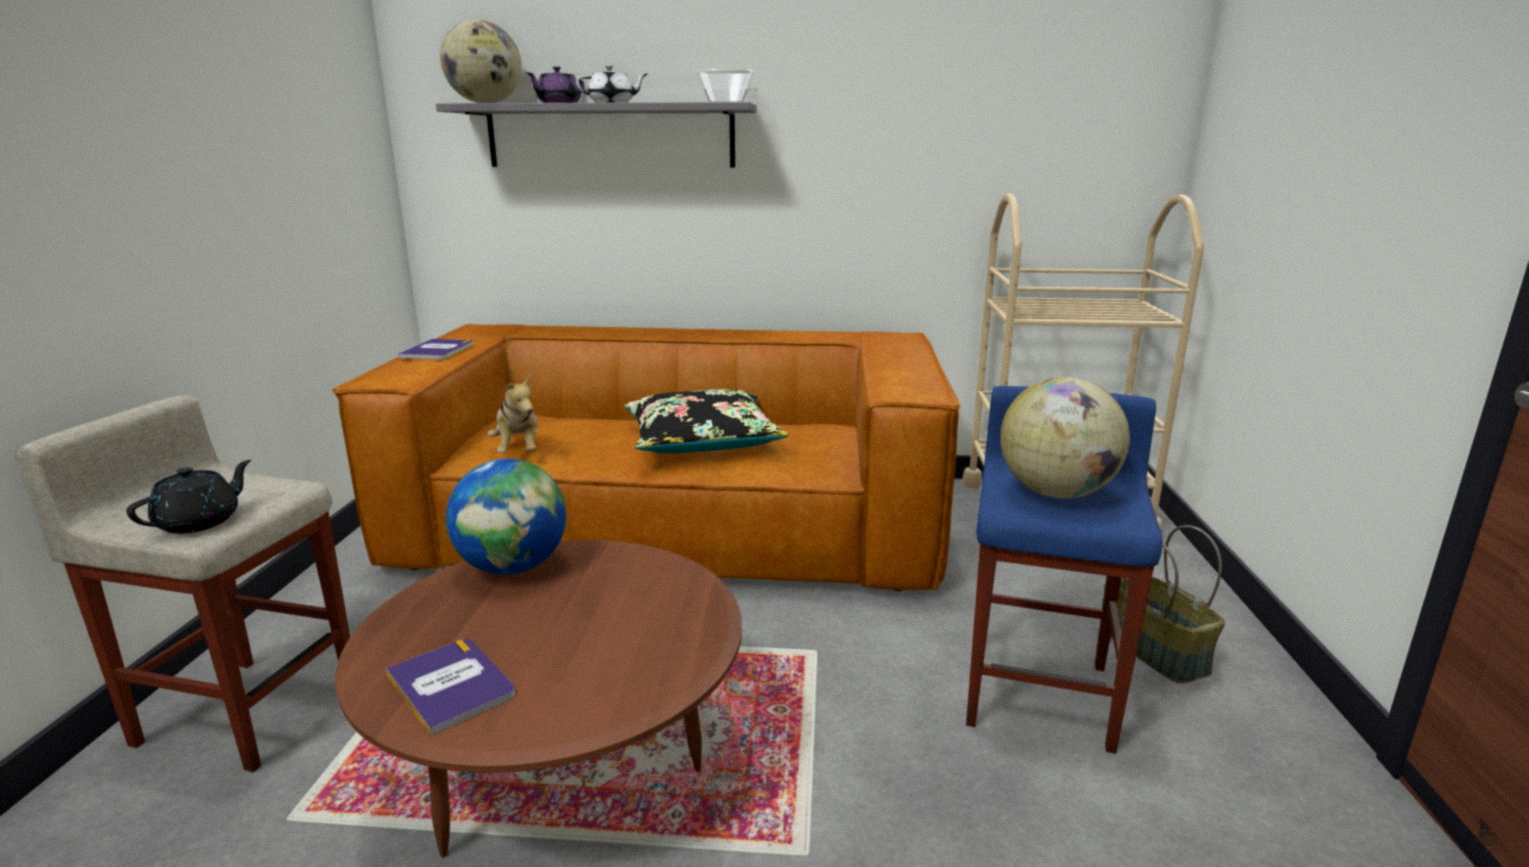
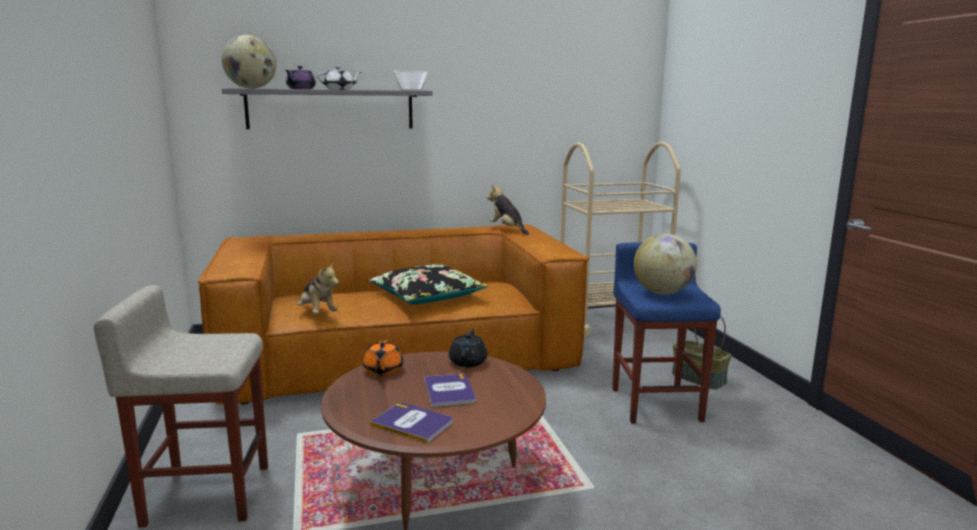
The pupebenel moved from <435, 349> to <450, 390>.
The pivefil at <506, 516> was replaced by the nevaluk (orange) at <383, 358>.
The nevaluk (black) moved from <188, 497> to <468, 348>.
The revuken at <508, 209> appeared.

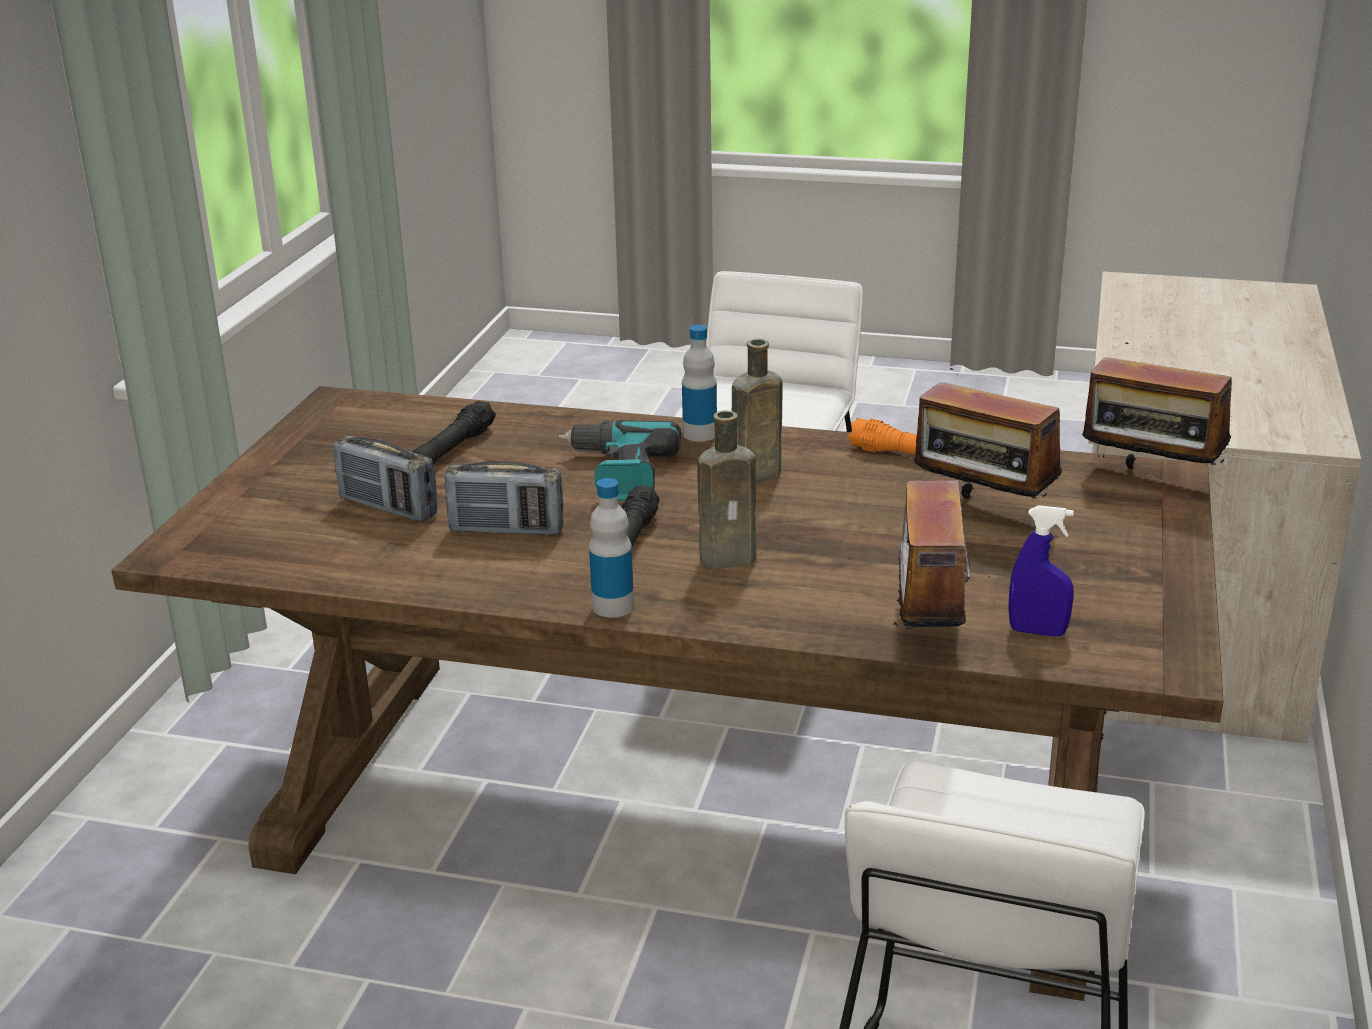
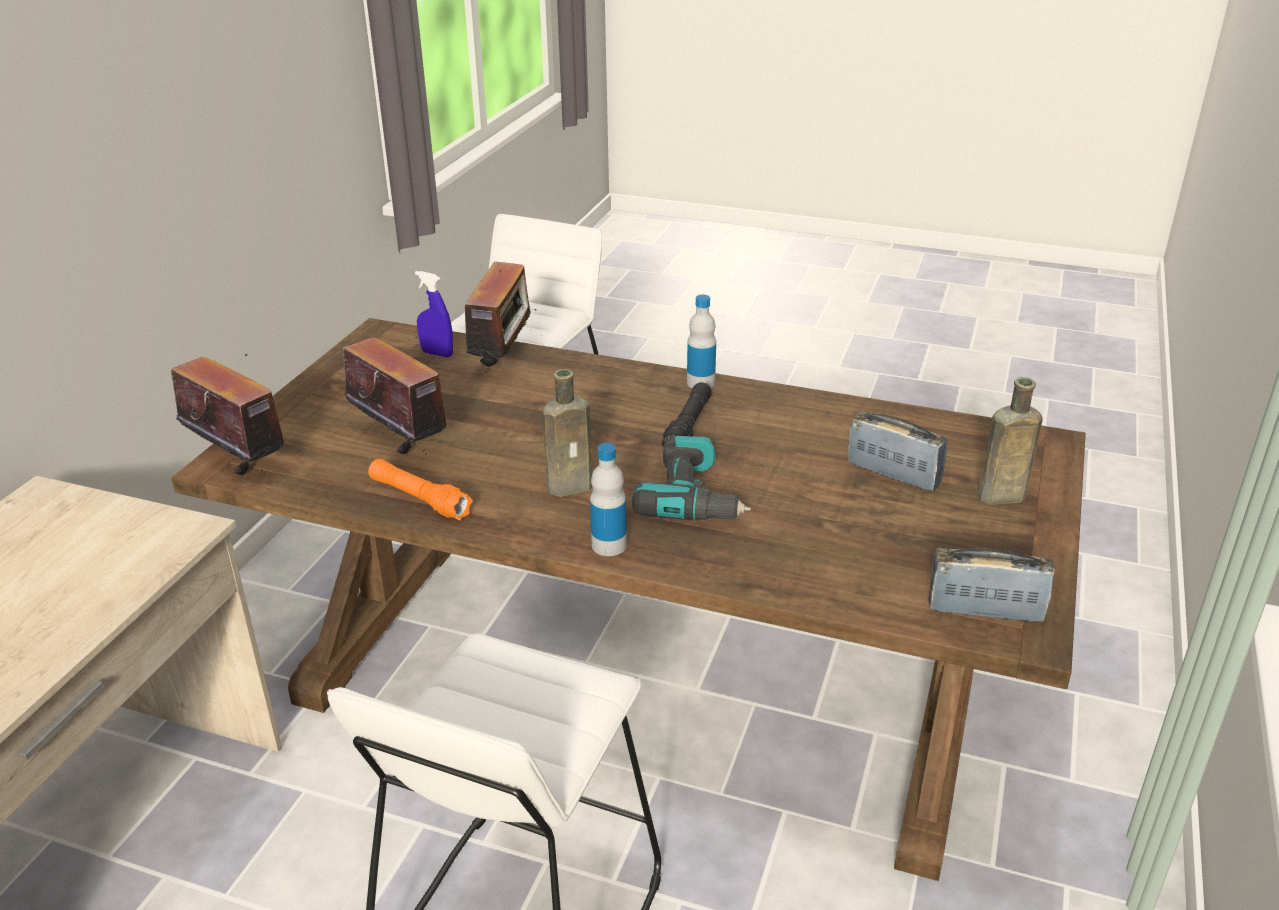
The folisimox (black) at <453, 432> disappeared.
The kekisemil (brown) moved from <727, 490> to <1010, 441>.
The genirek moved from <504, 498> to <992, 584>.

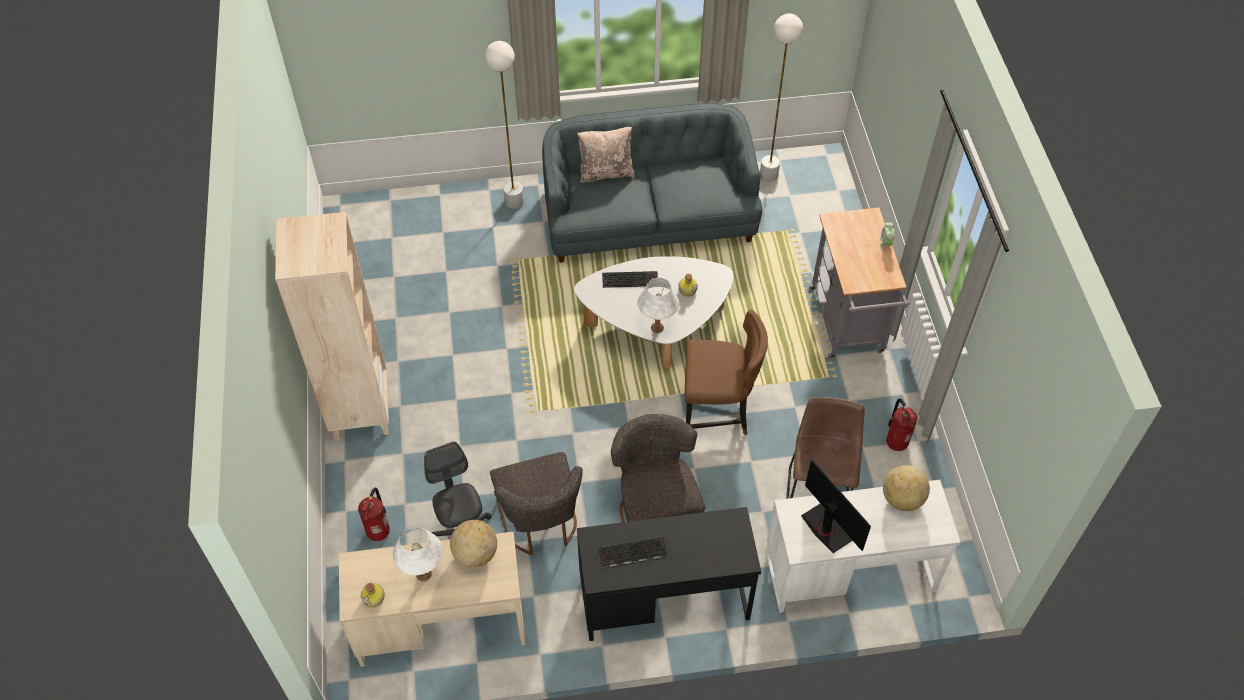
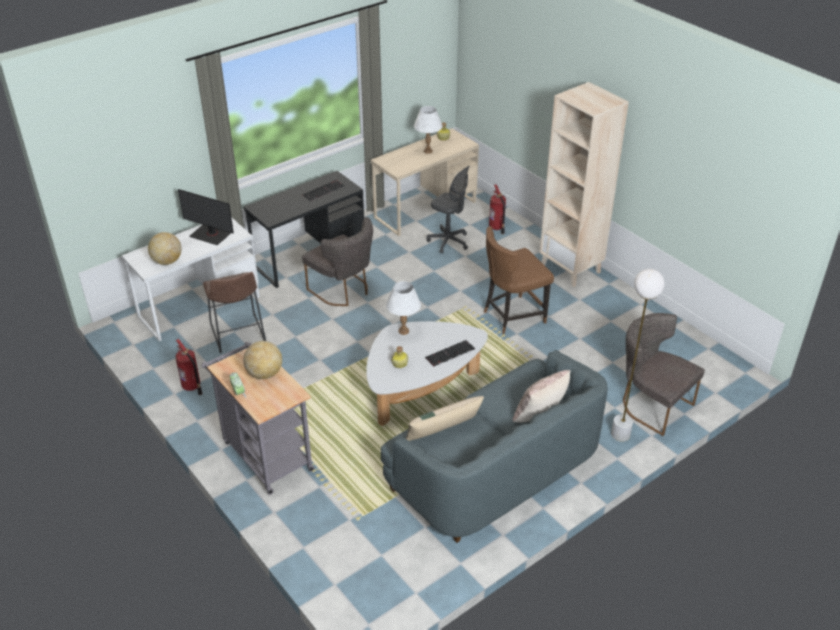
The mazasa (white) at <781, 97> disappeared.
The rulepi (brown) moved from <726, 372> to <519, 280>.
The rulepi (grey) moved from <536, 504> to <664, 374>.
The pivefil moved from <473, 543> to <262, 360>.
The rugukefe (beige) at <444, 418> appeared.

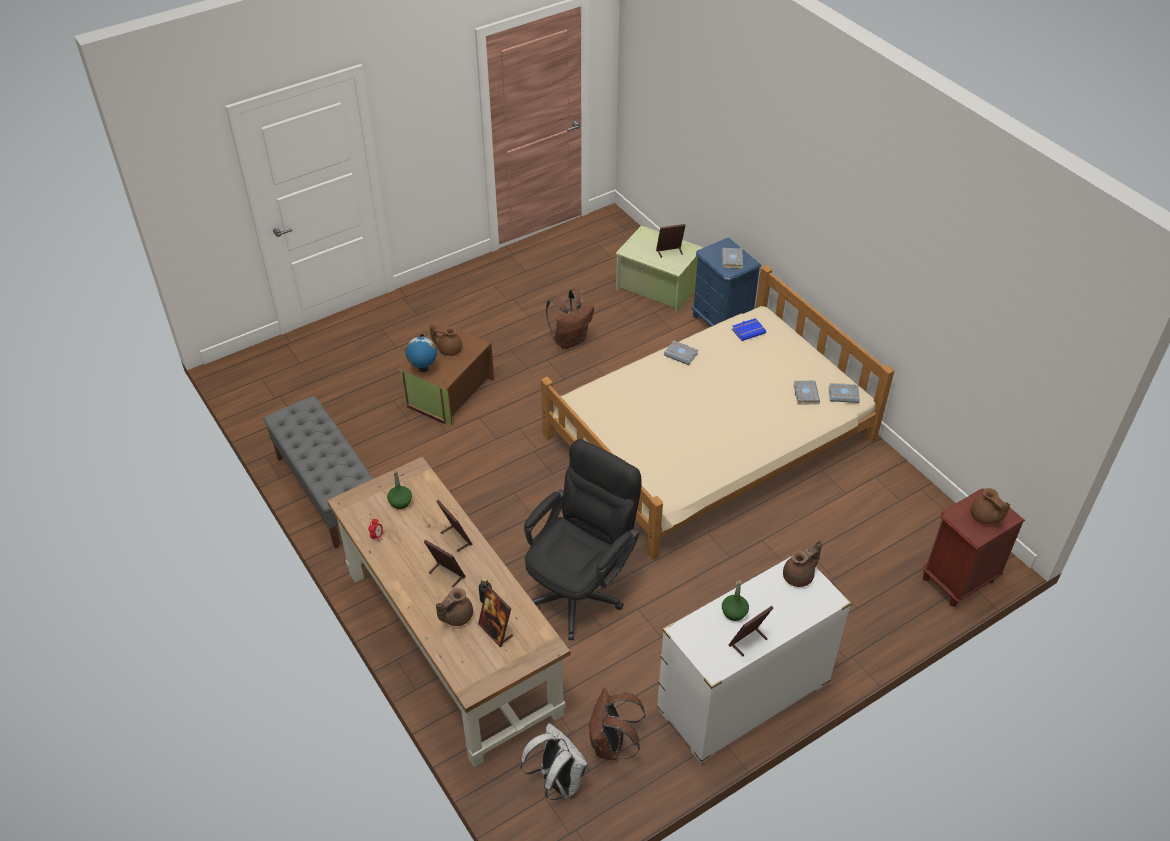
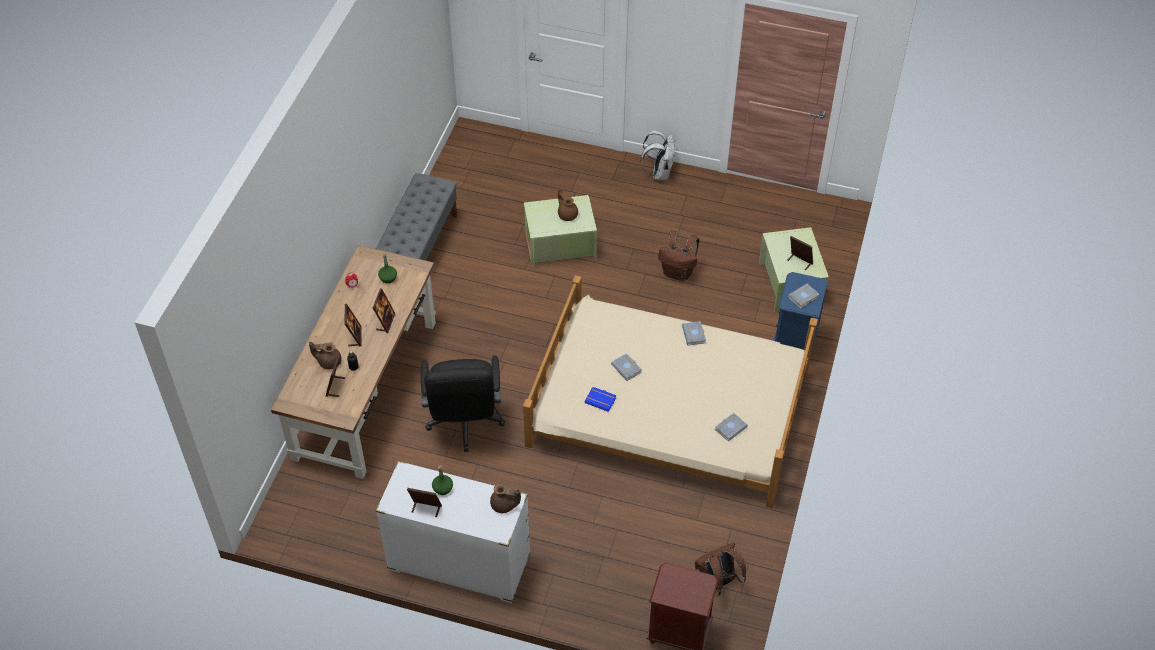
The pupebenel (blue) moved from <749, 329> to <600, 399>.
The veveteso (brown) at <446, 375> became the veveteso (green) at <560, 231>.
The pivefil at <421, 353> disappeared.
The pupebenel (grey) moved from <844, 393> to <626, 367>.
The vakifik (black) at <583, 539> turned 90 degrees clockwise.
The nevaluk (brown) at <990, 506> disappeared.
The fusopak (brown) moved from <617, 724> to <720, 569>.
The fusopak (white) moved from <555, 761> to <657, 156>.

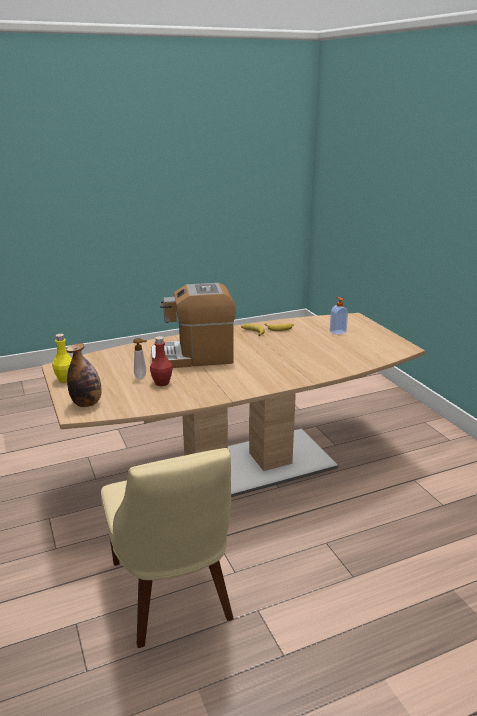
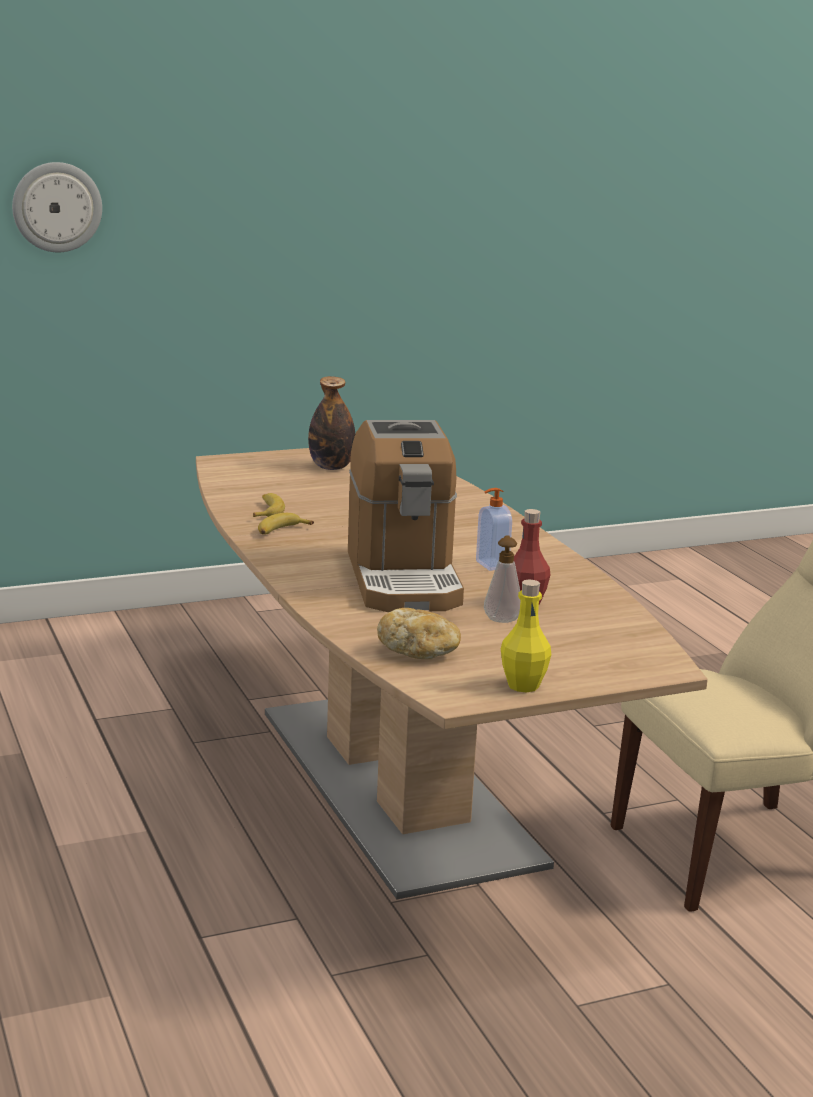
The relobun moved from <338, 316> to <494, 529>.
The kekisemil moved from <83, 375> to <331, 423>.
The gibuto at <57, 207> appeared.
The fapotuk at <419, 633> appeared.

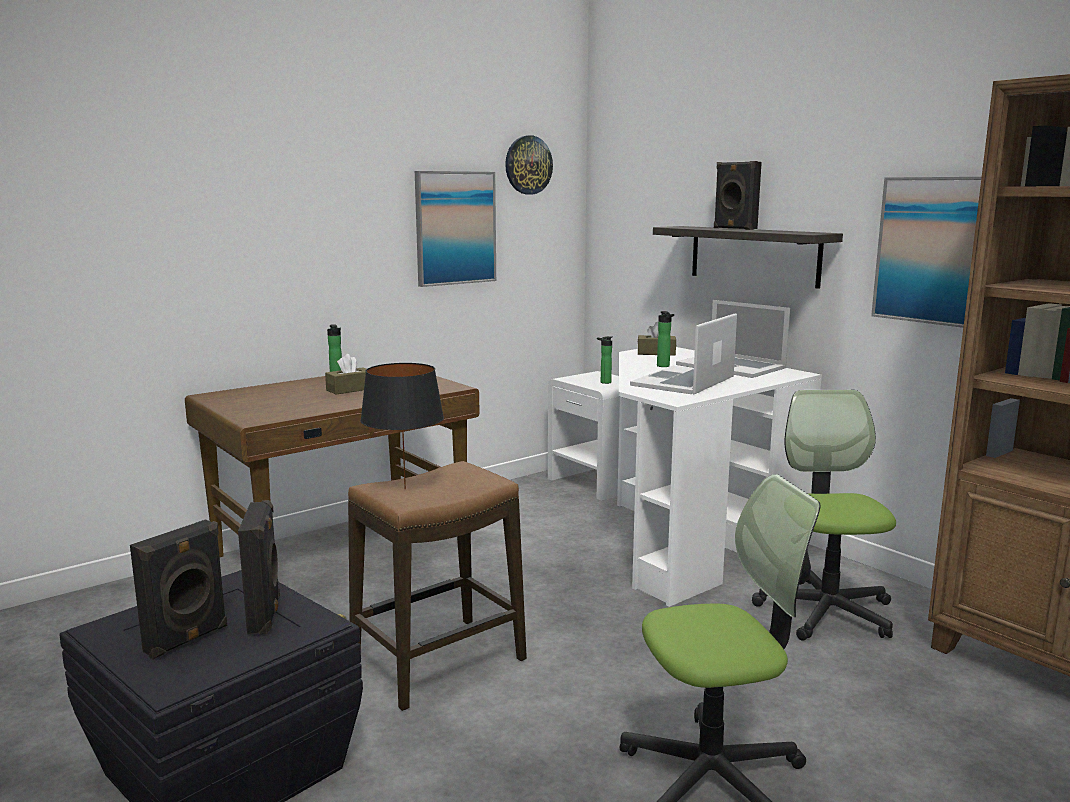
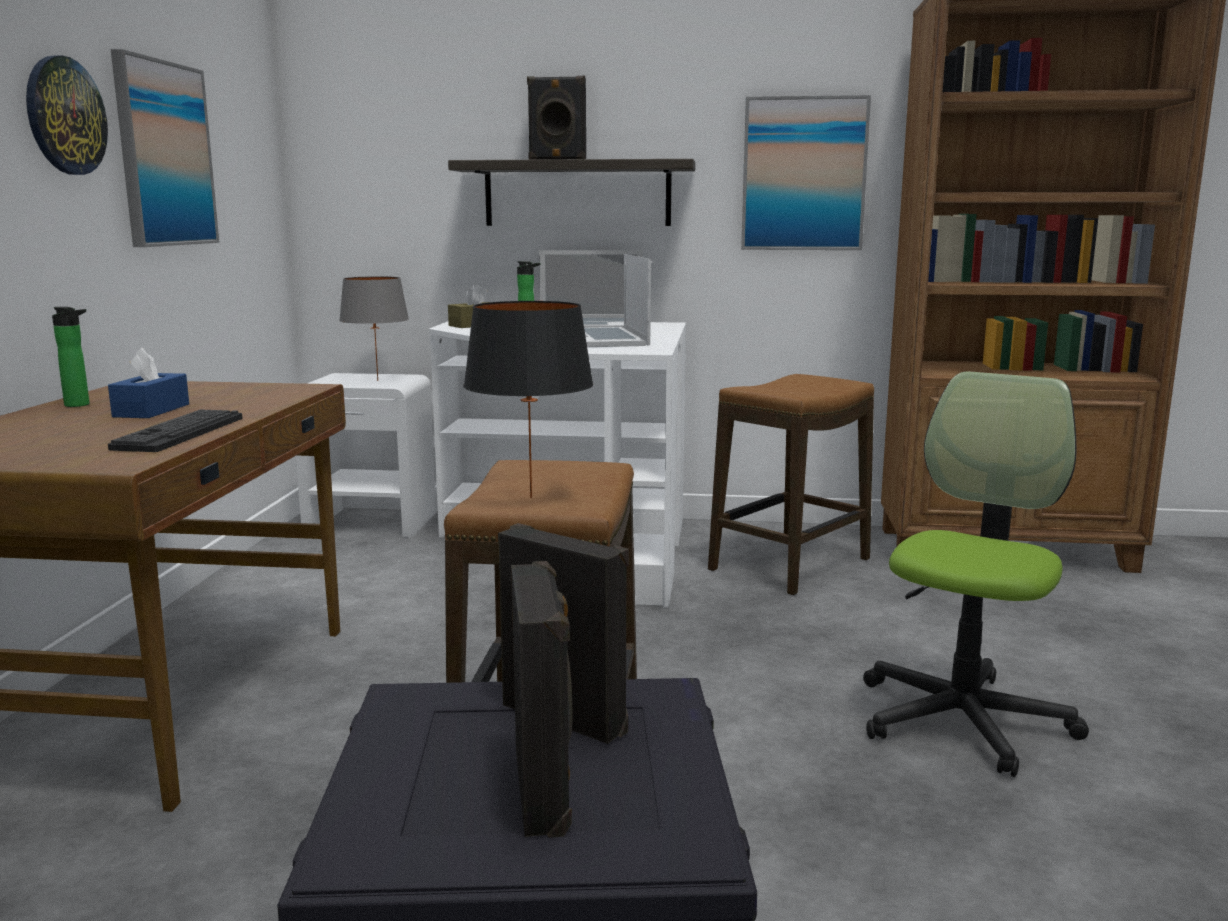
The gibuto moved from <529, 165> to <67, 115>.
The kekisemil at <604, 360> was replaced by the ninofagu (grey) at <374, 328>.
The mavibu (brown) at <345, 374> became the mavibu (blue) at <148, 383>.
The vakifik at <824, 515> was replaced by the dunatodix at <791, 485>.
The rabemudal at <175, 431> appeared.

